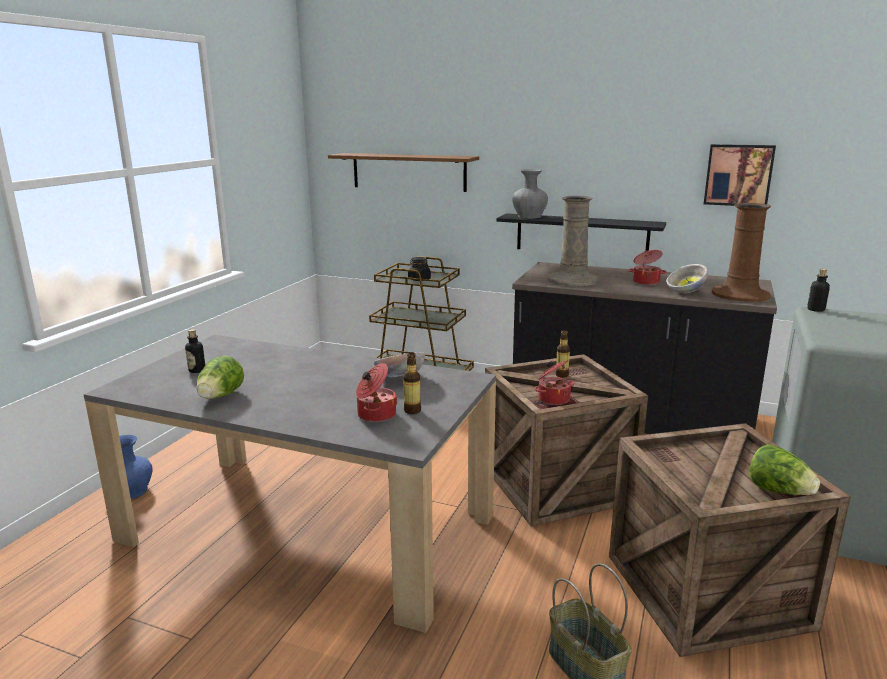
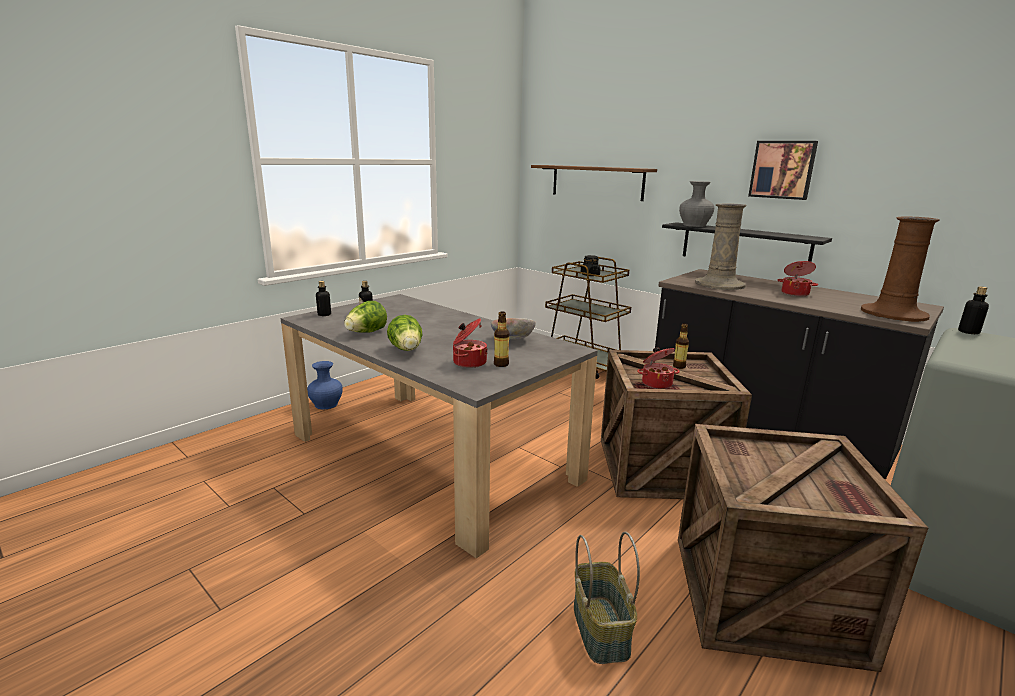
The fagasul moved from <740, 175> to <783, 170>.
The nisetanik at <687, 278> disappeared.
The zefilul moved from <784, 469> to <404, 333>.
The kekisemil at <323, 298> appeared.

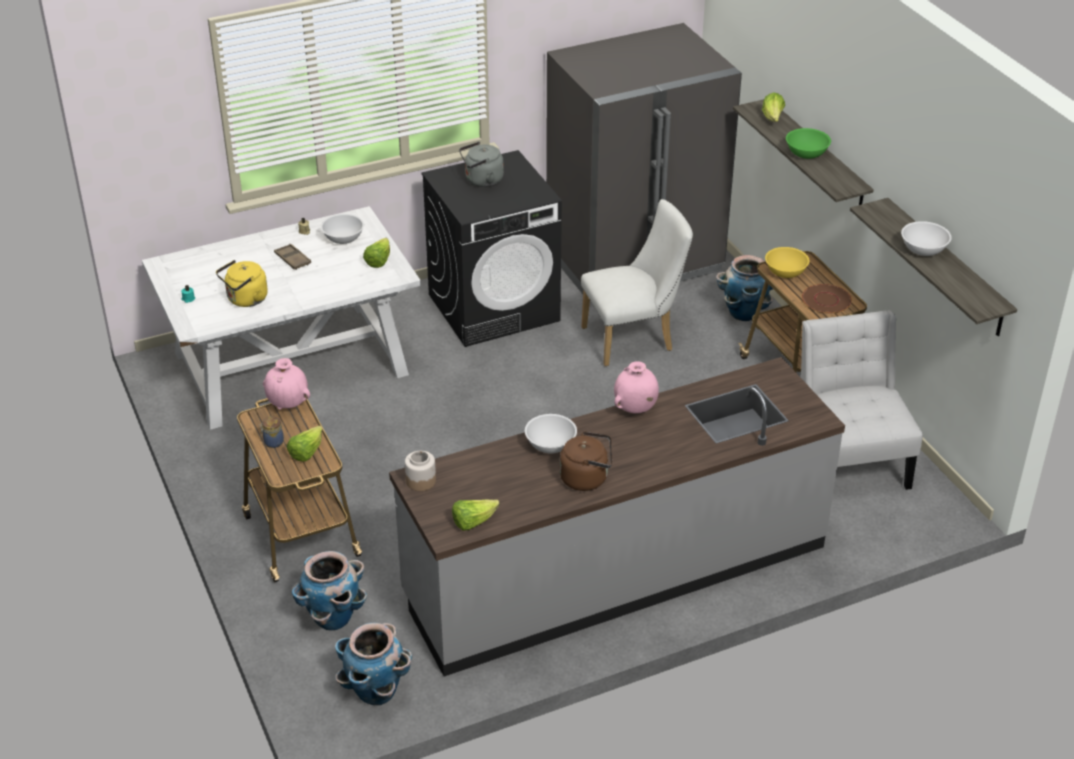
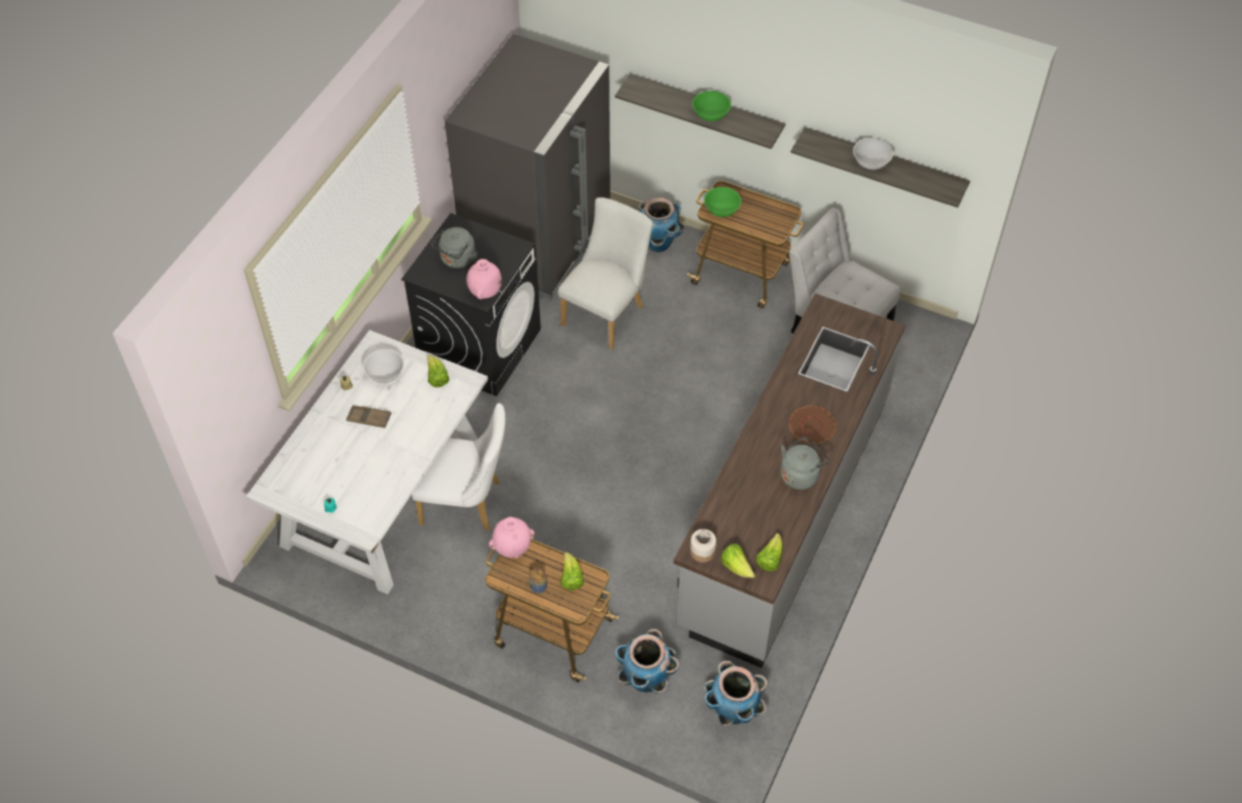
The zefilul moved from <773, 107> to <738, 560>.
The nisetanik (yellow) at <787, 262> became the nisetanik (green) at <722, 202>.
The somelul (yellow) at <242, 283> disappeared.
The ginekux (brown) moved from <827, 299> to <812, 425>.
The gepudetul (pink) moved from <636, 387> to <484, 279>.
The nisetanik (white) at <551, 433> disappeared.
The somelul (brown) at <585, 461> became the somelul (grey) at <805, 463>.
The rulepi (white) at <458, 467> appeared.

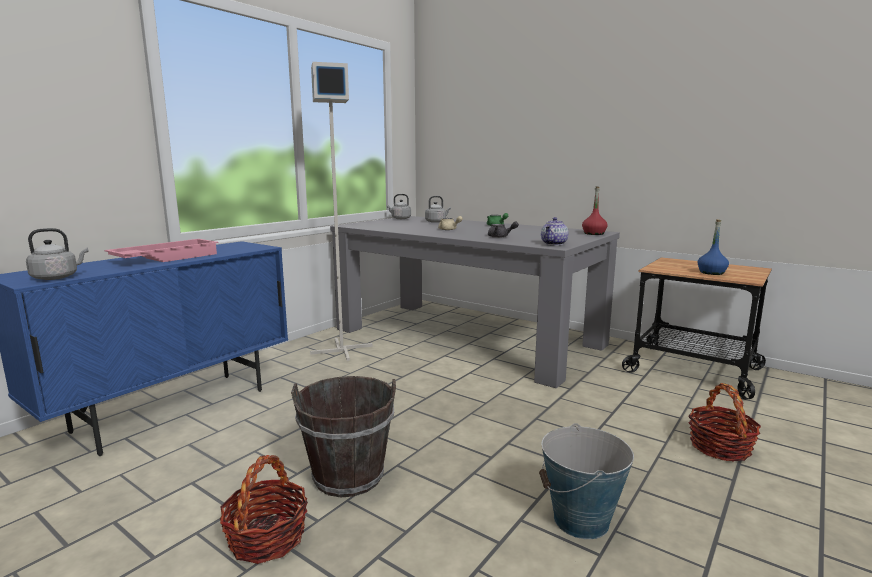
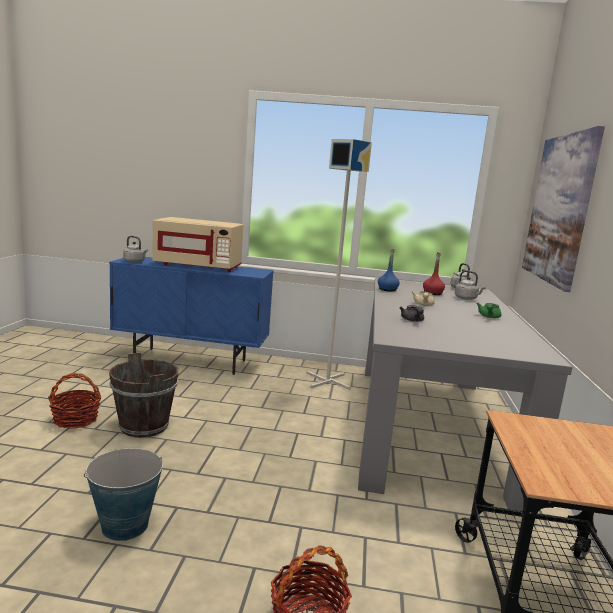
The kekisemil (red) moved from <595, 210> to <434, 273>.
The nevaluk at <555, 231> disappeared.
The kekisemil (blue) moved from <713, 247> to <389, 270>.
The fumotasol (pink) at <162, 250> was replaced by the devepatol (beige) at <197, 244>.
The fagasul at <563, 209> appeared.

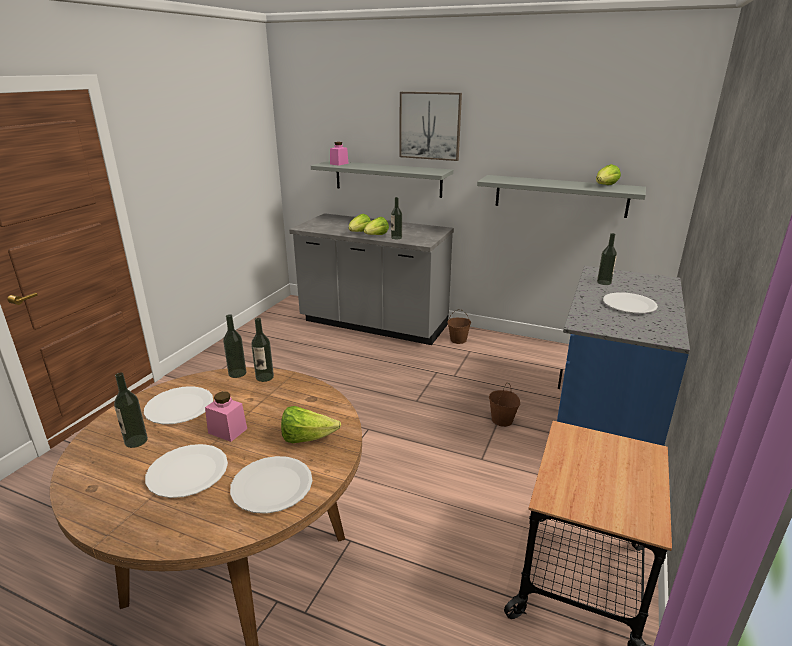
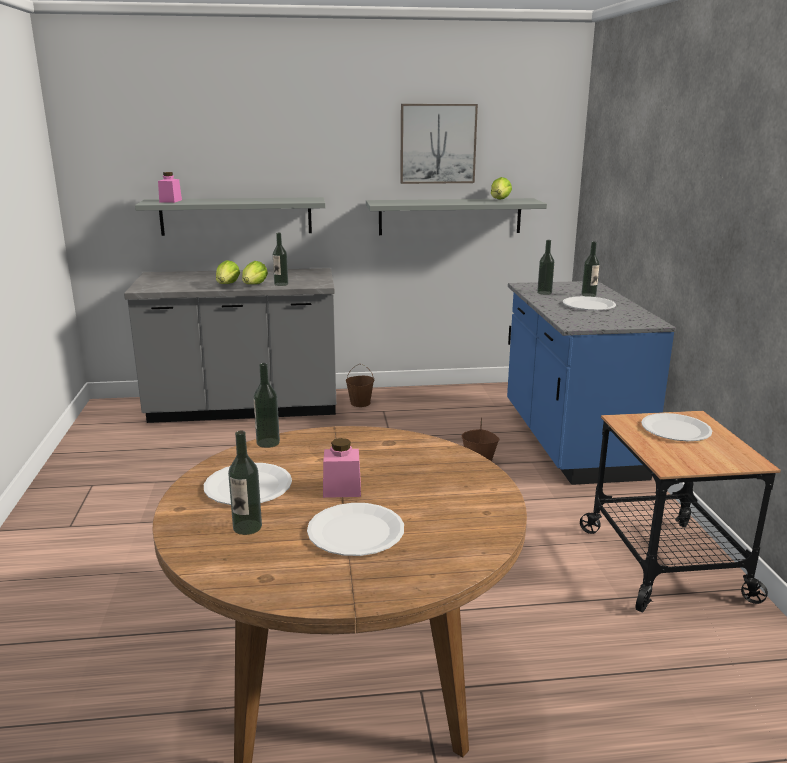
The fagasul moved from <430, 126> to <439, 144>.
The kekisemil moved from <262, 350> to <590, 269>.
The zefilul at <311, 424> disappeared.
The ginekux (white) moved from <271, 485> to <676, 427>.

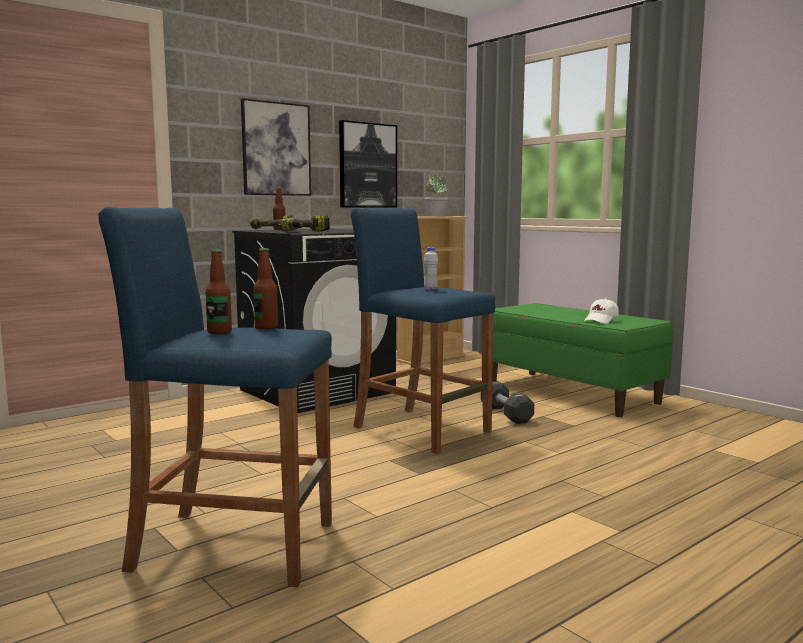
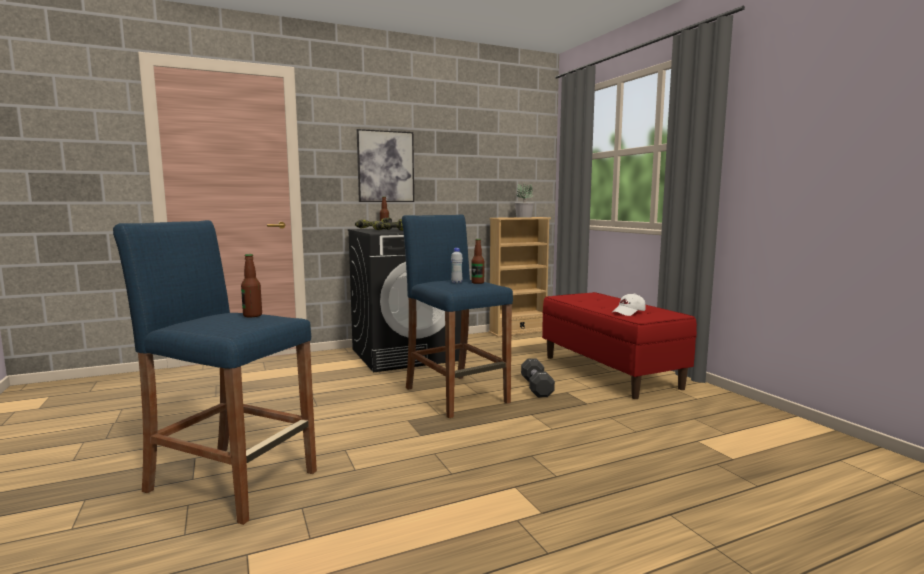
The fagasul at <368, 164> disappeared.
The kekisemil moved from <218, 292> to <477, 261>.
The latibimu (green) at <582, 360> became the latibimu (red) at <619, 345>.

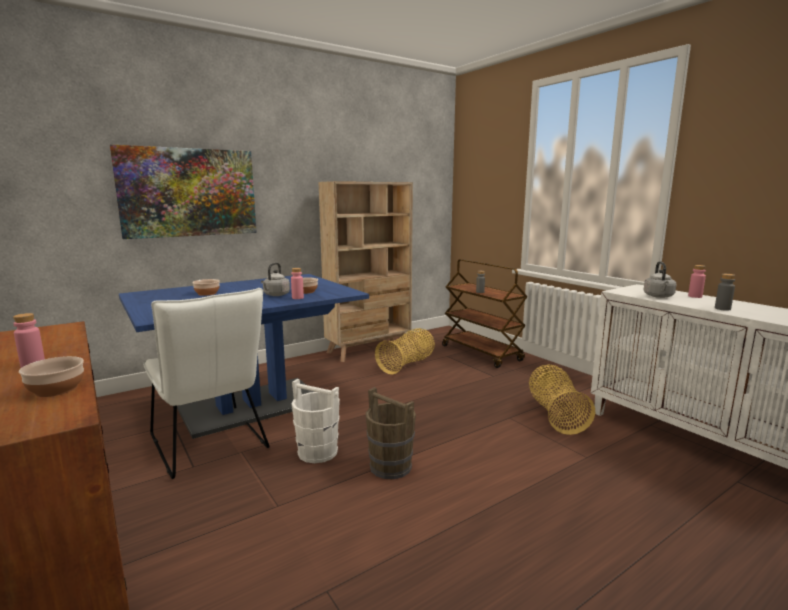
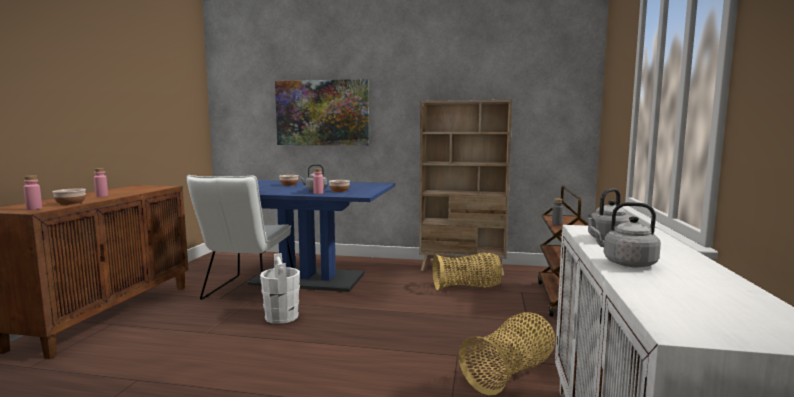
The kekisemil (pink) moved from <697, 281> to <32, 192>.
The kekisemil (grey) at <725, 292> was replaced by the somelul (grey) at <625, 234>.
The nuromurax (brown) at <391, 433> disappeared.

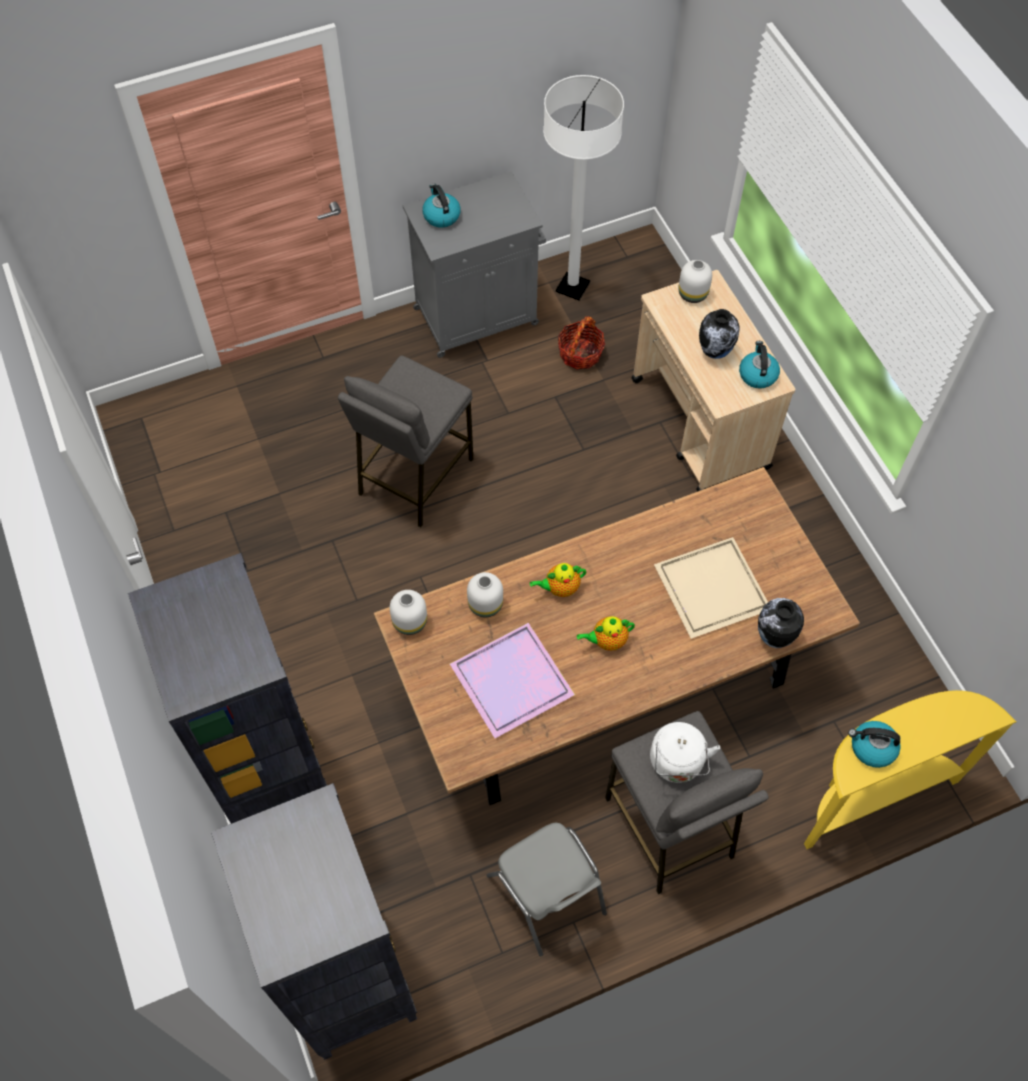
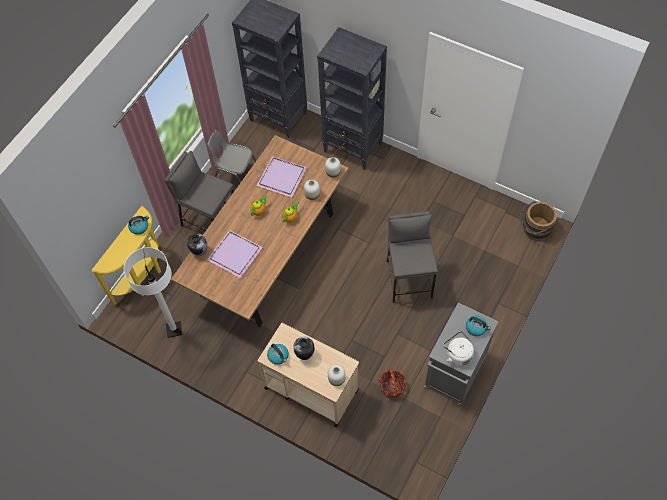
The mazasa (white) moved from <583, 188> to <153, 292>.
The fumotasol (beige) at <711, 588> became the fumotasol (purple) at <235, 254>.
The somelul (white) moved from <685, 752> to <458, 348>.
The nuromurax (brown) at <538, 221> appeared.

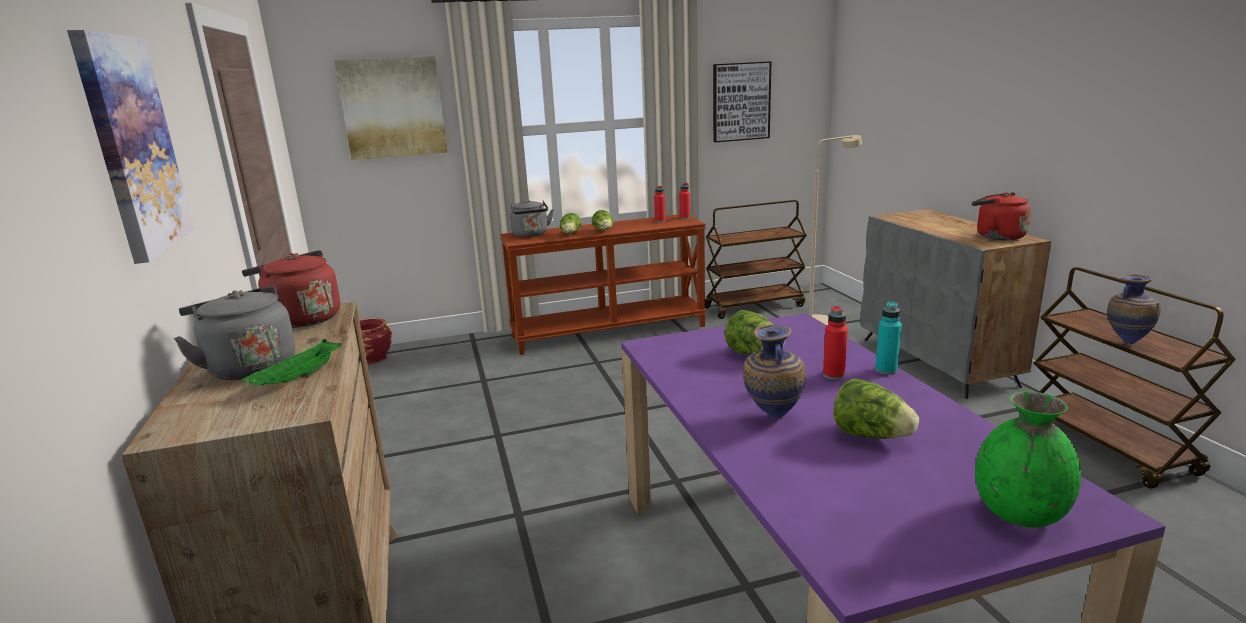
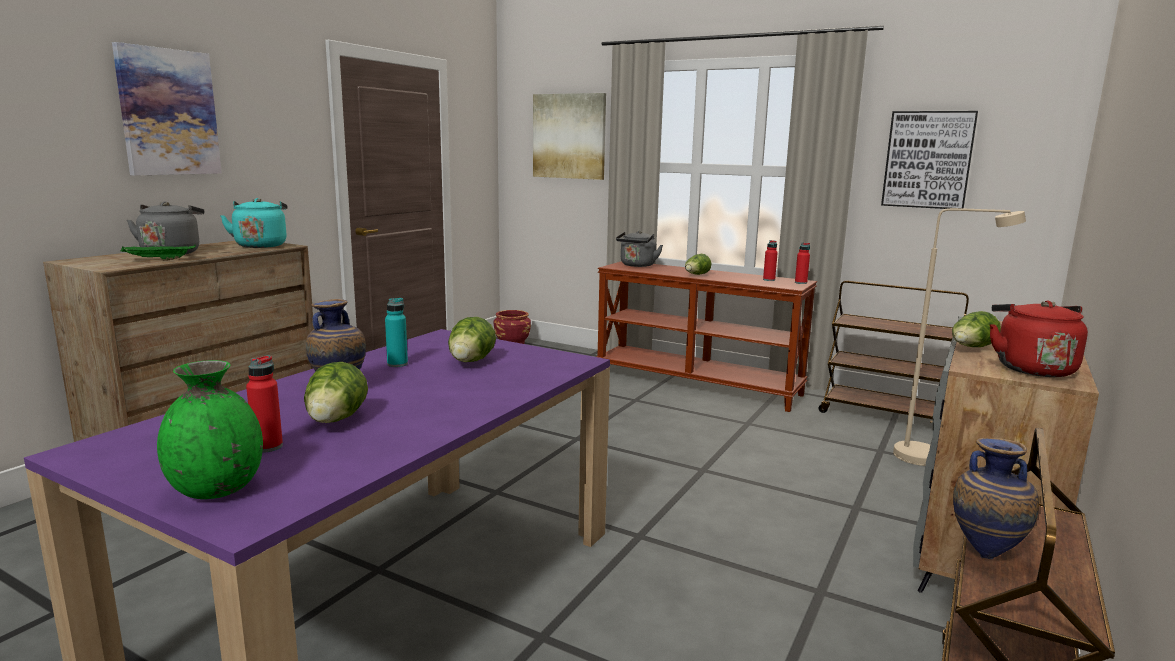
The zefilul moved from <570, 223> to <976, 329>.
The somelul (red) at <291, 289> became the somelul (turquoise) at <254, 223>.
The kekisemil (turquoise) moved from <888, 338> to <396, 332>.
The kekisemil (red) moved from <835, 343> to <264, 404>.

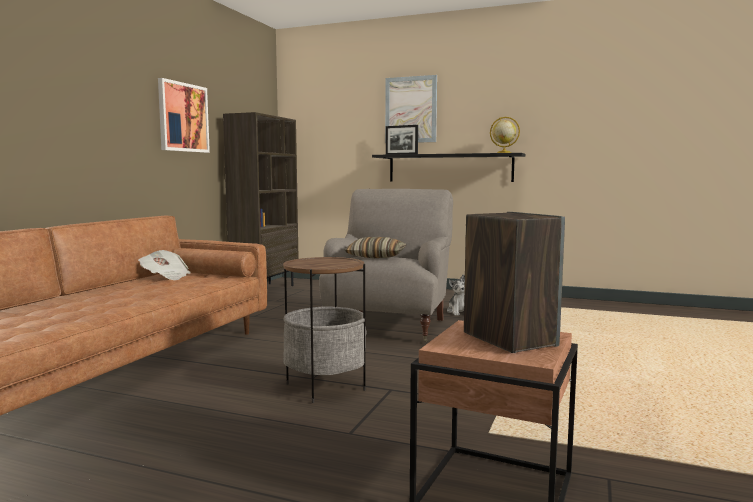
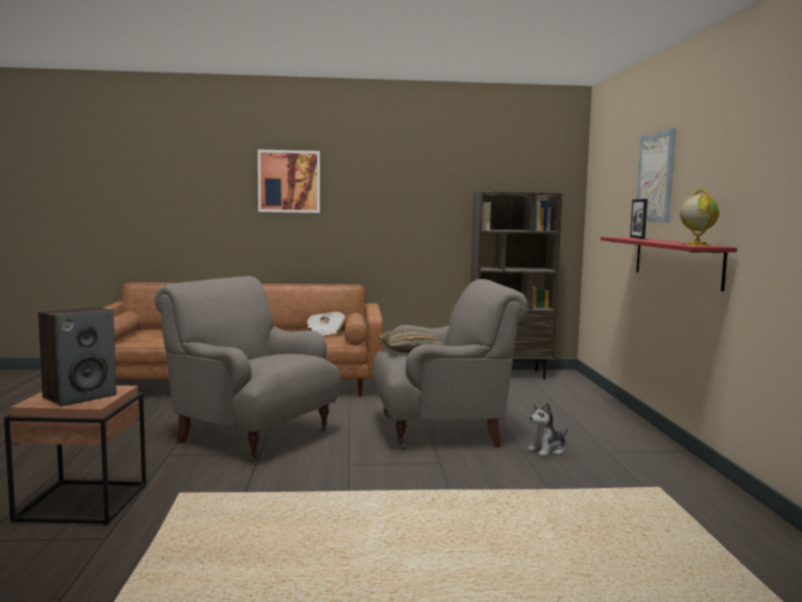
The fagasul moved from <184, 115> to <289, 181>.
The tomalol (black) at <448, 167> became the tomalol (red) at <669, 264>.
The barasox at <325, 330> was replaced by the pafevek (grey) at <247, 369>.

